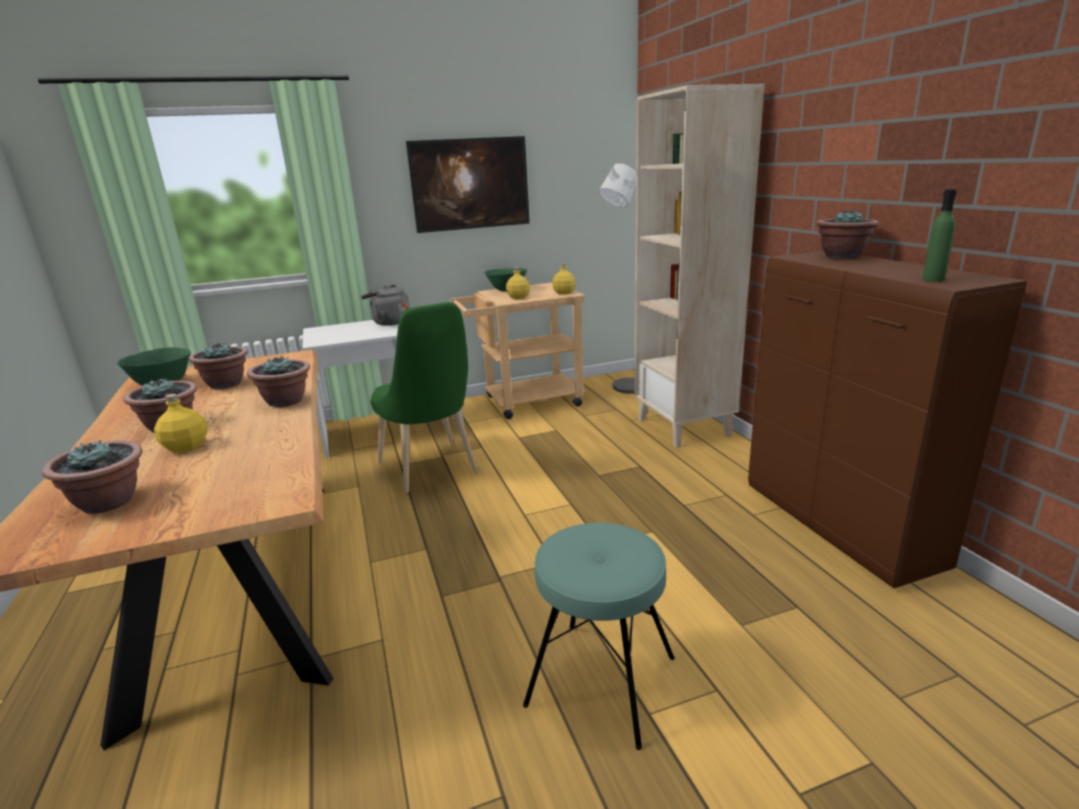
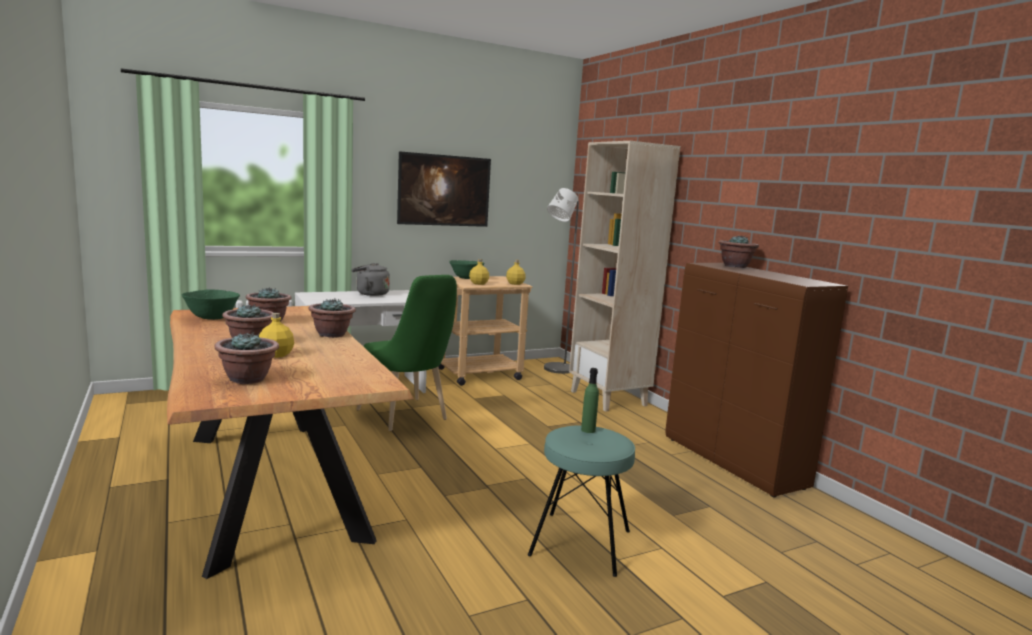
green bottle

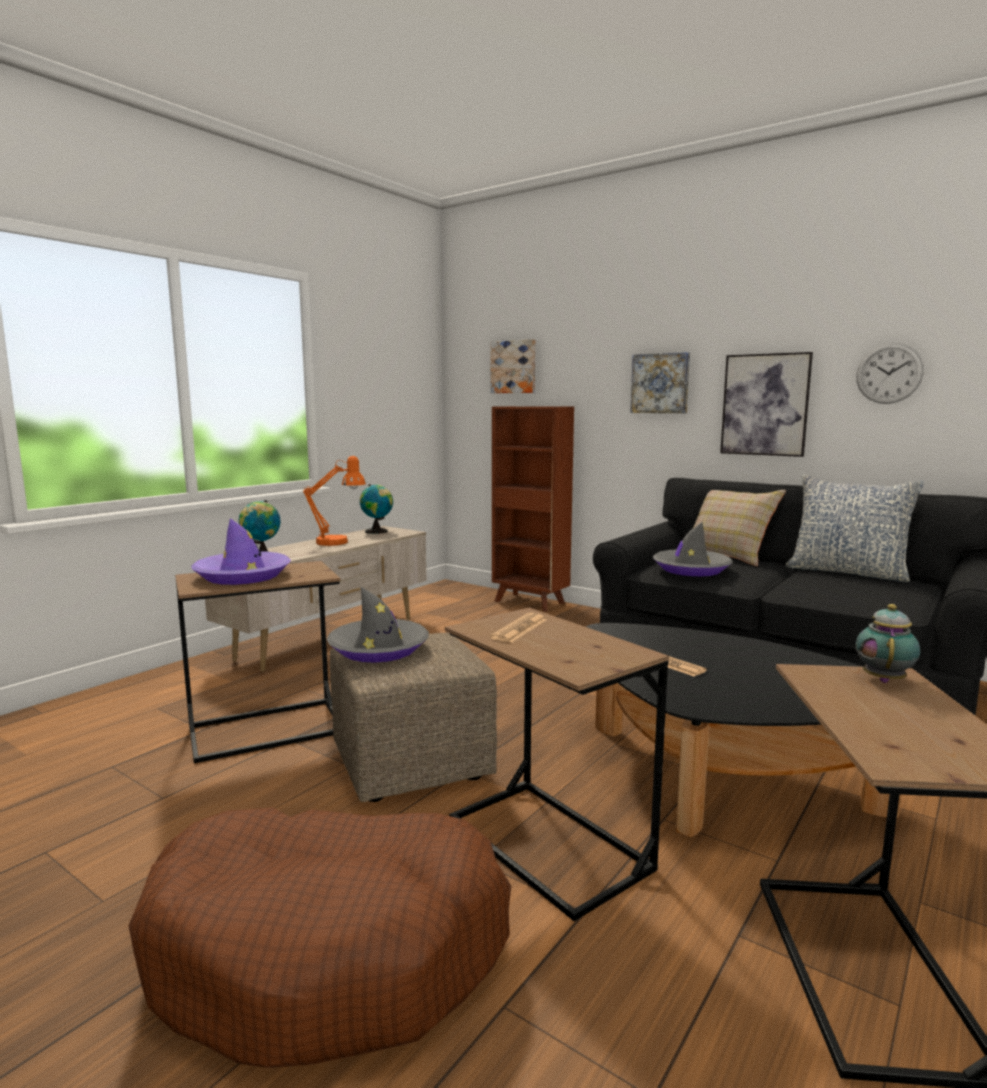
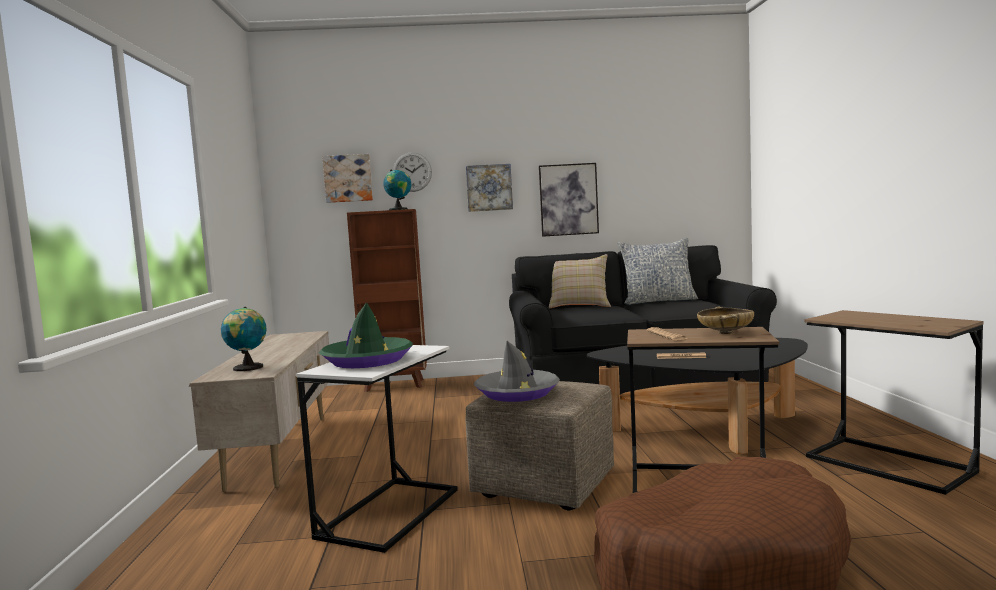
white side table
green hat
globe (no. 2 from left)
wall clock
beige bowl
orange table lamp
grey hat (no. 2 from left in the first image)
teapot

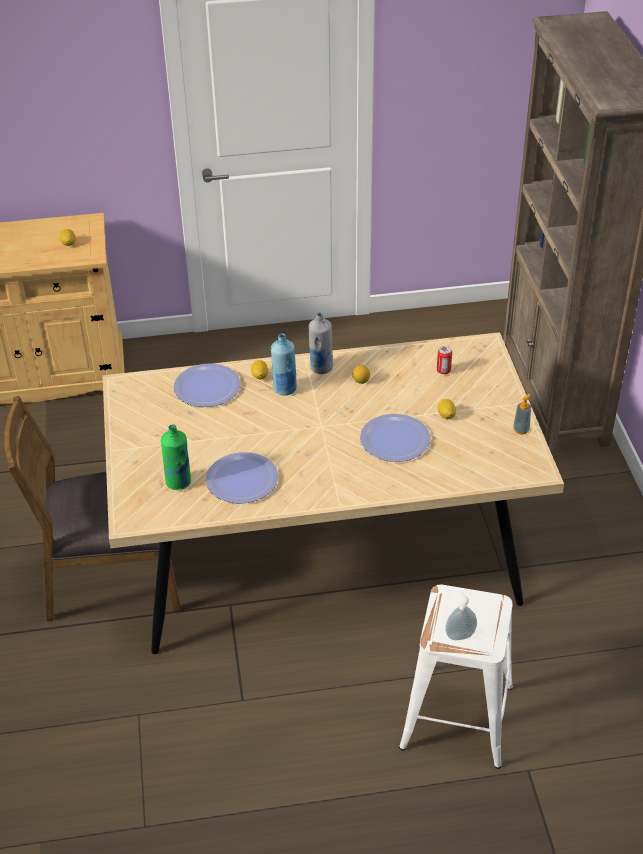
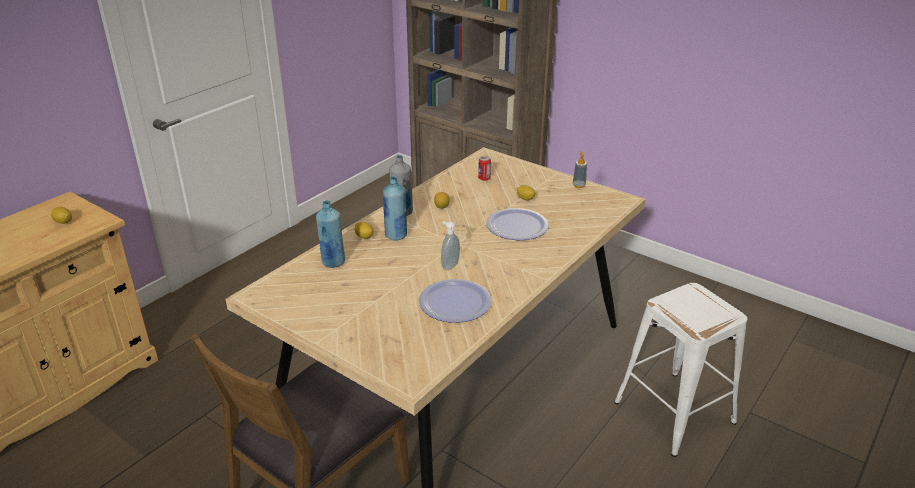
blue bottle (no. 1 from left)
soap dispenser (no. 1 from left)
green bottle

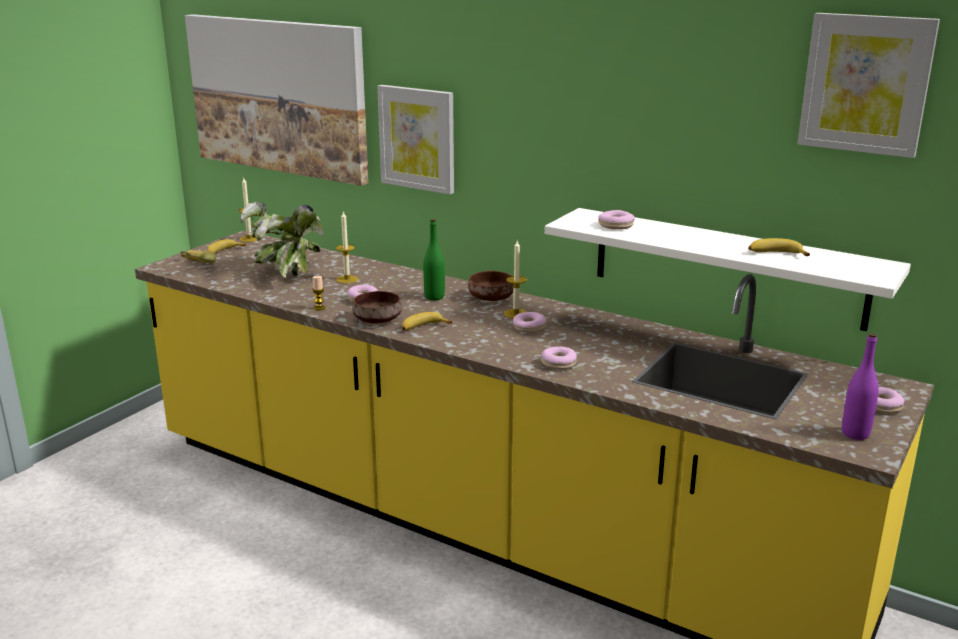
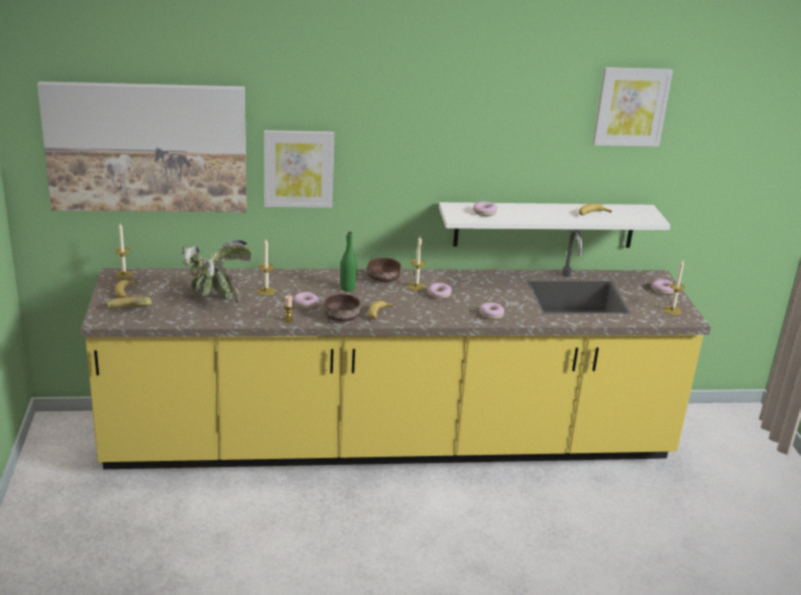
candle (no. 5 from left)

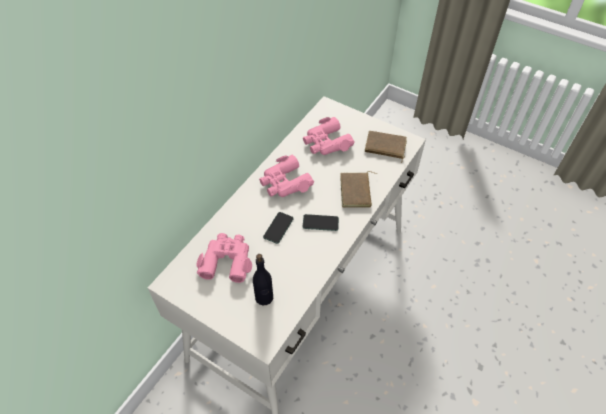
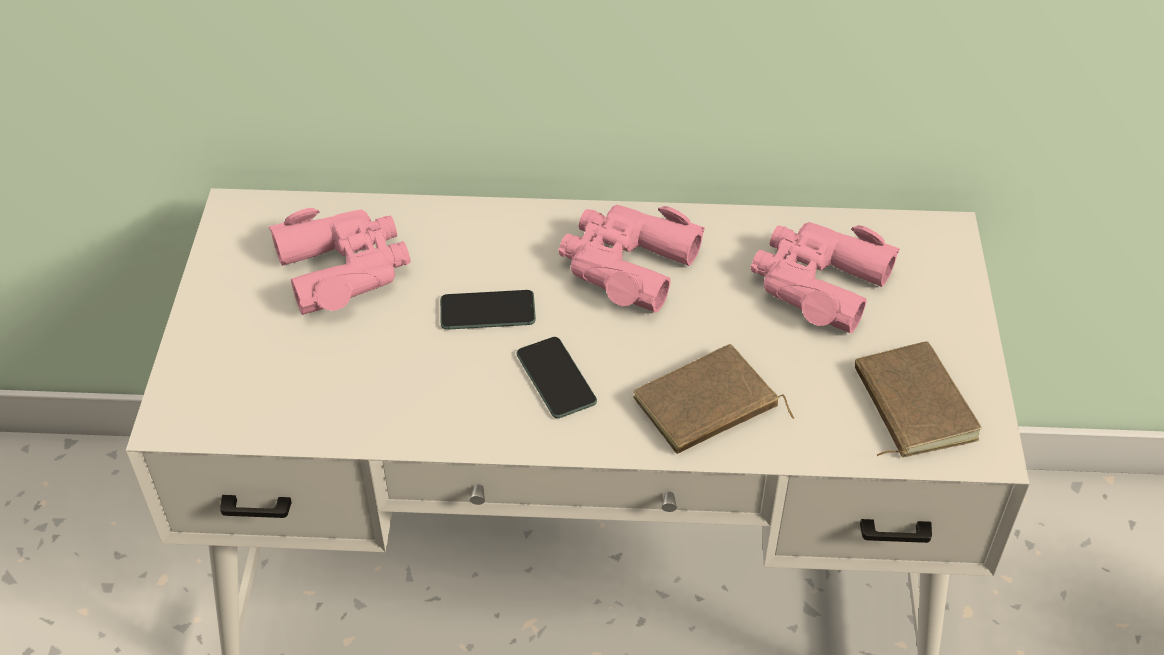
black bottle

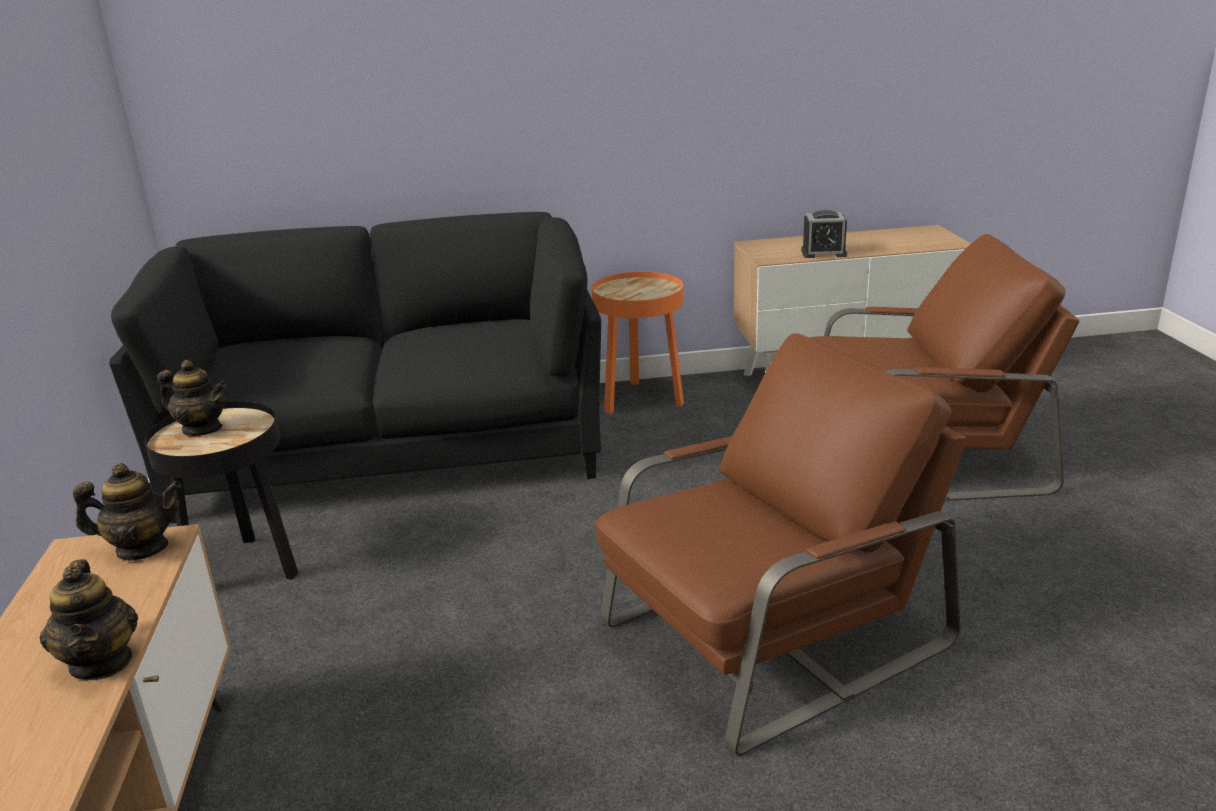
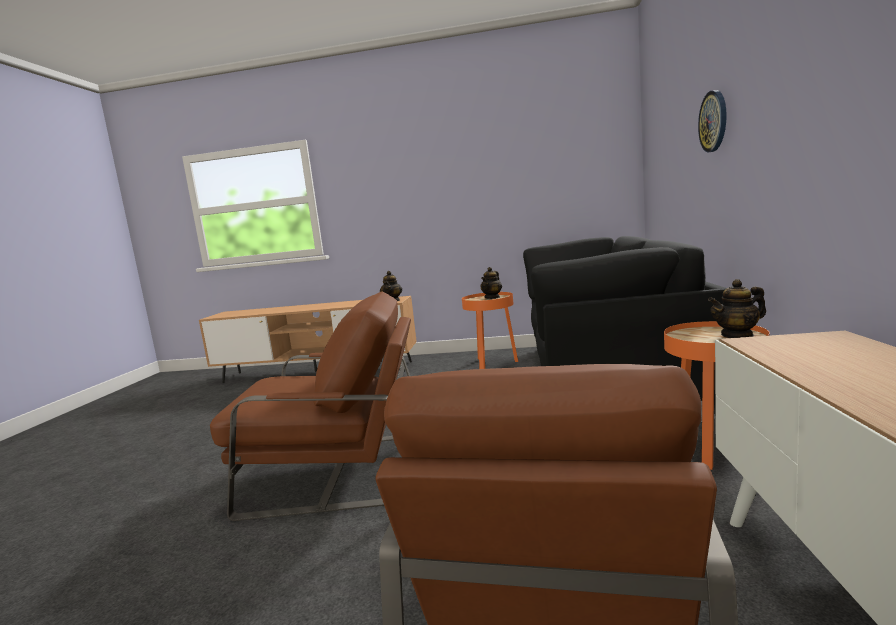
brown armchair (no. 1 from left)
orange side table (no. 1 from left)
wall clock
teapot (no. 3 from left)
alarm clock

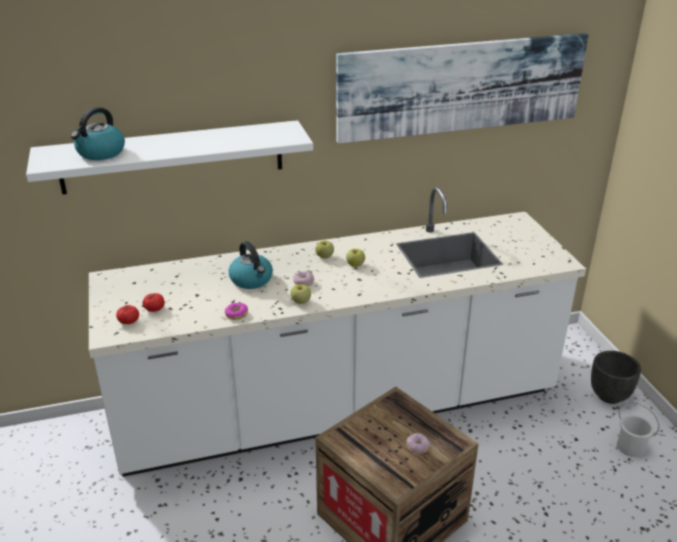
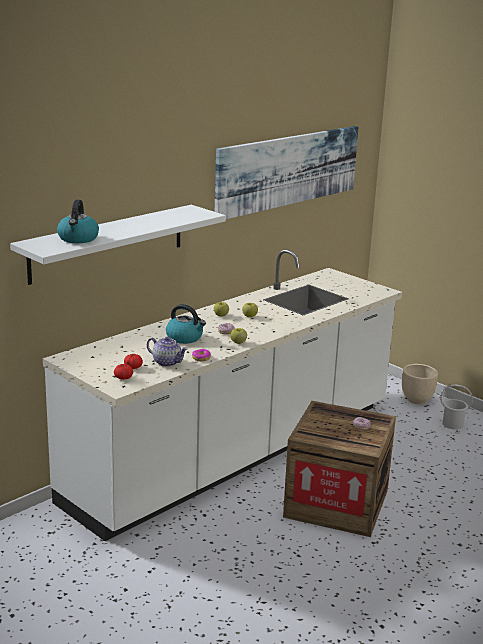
teapot
beige planter

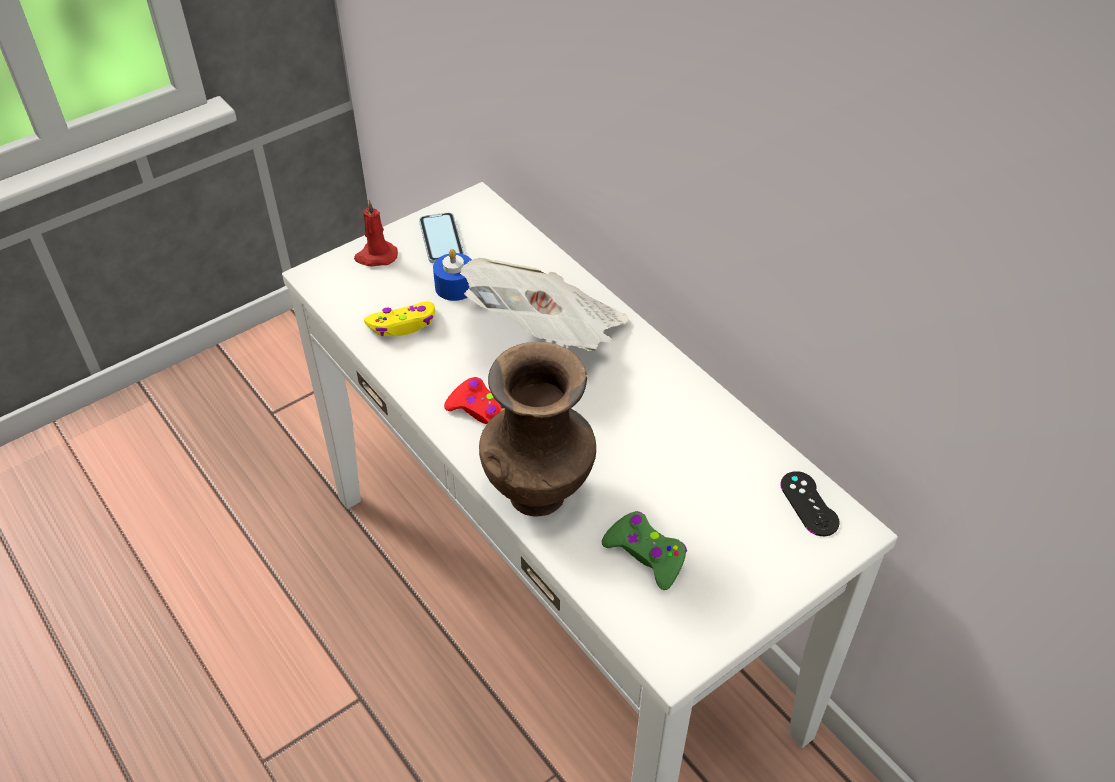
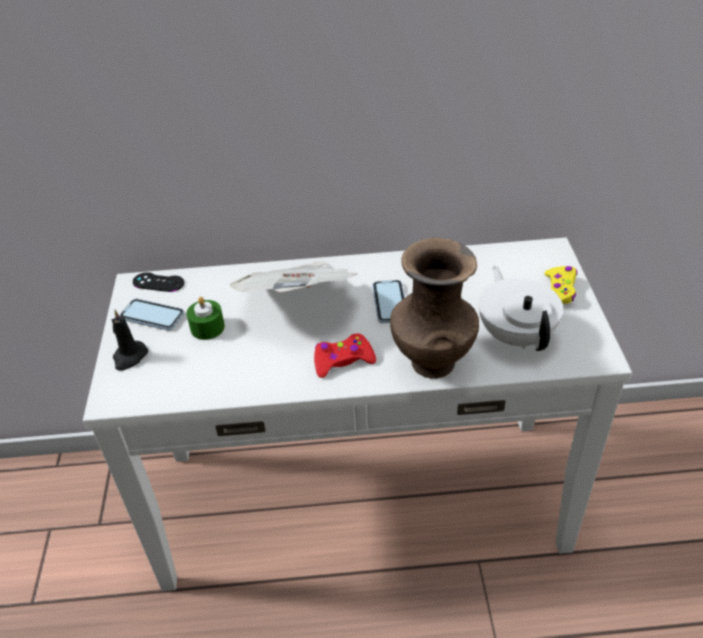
black candle
black game controller
green candle
phone (no. 2 from left)
white teapot
yellow game controller

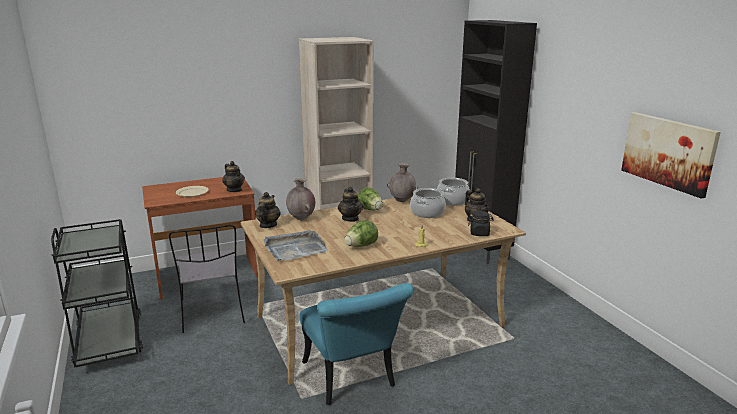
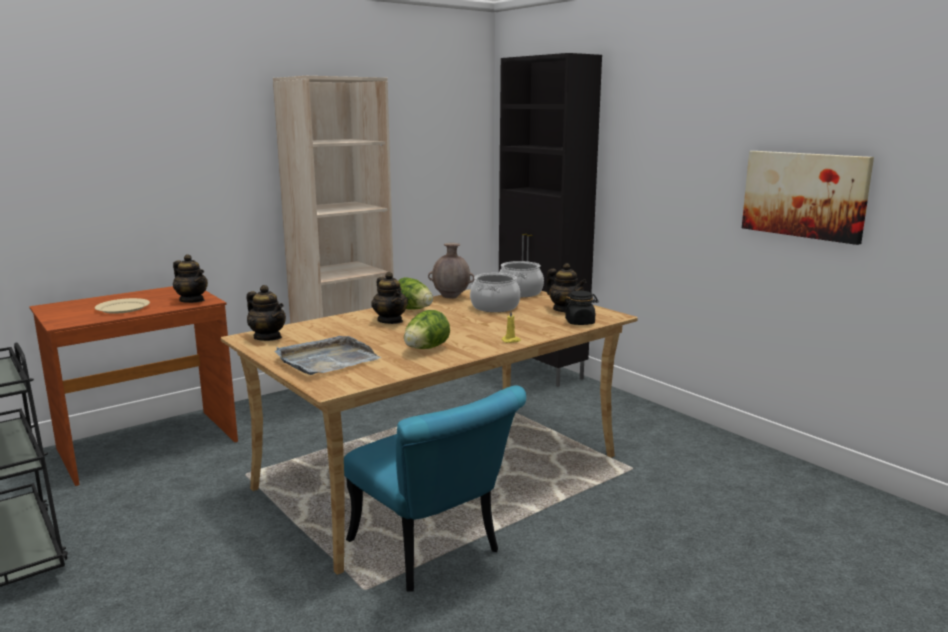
teapot (no. 2 from left)
grey chair
brown vase (no. 1 from left in the first image)

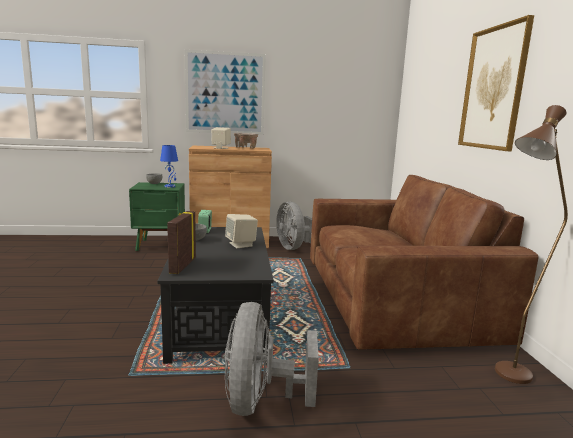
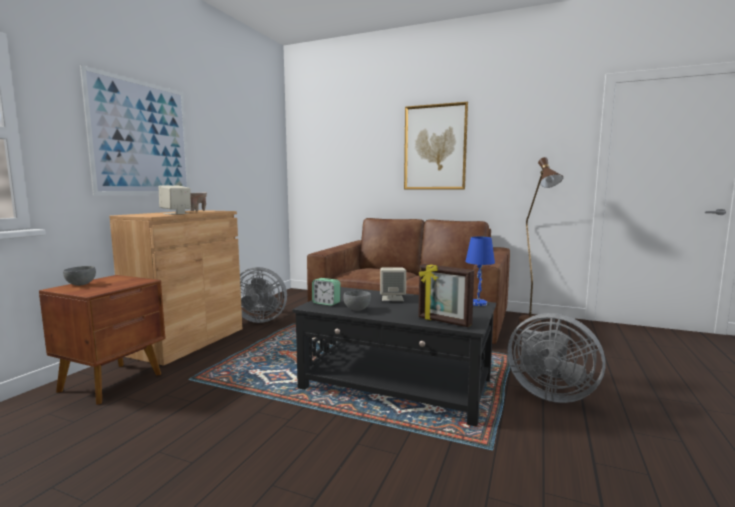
brown nightstand
blue table lamp

